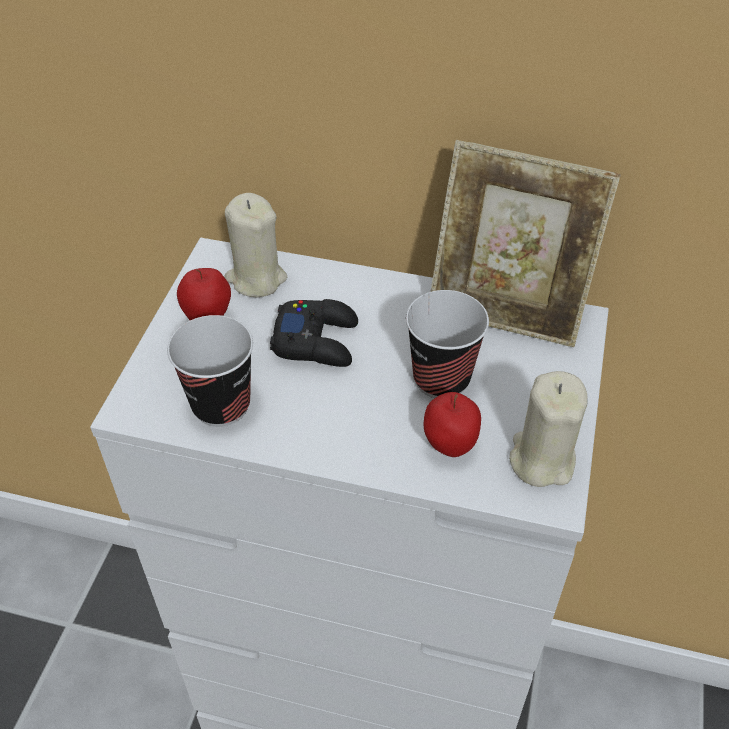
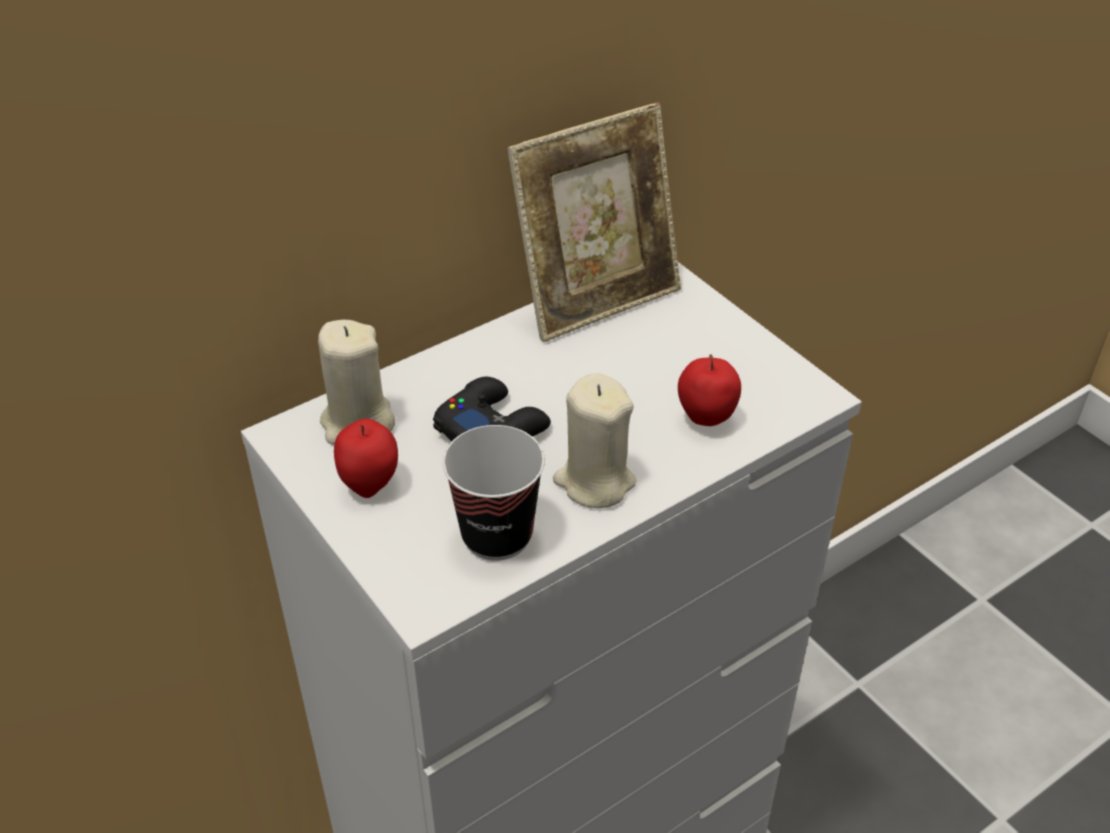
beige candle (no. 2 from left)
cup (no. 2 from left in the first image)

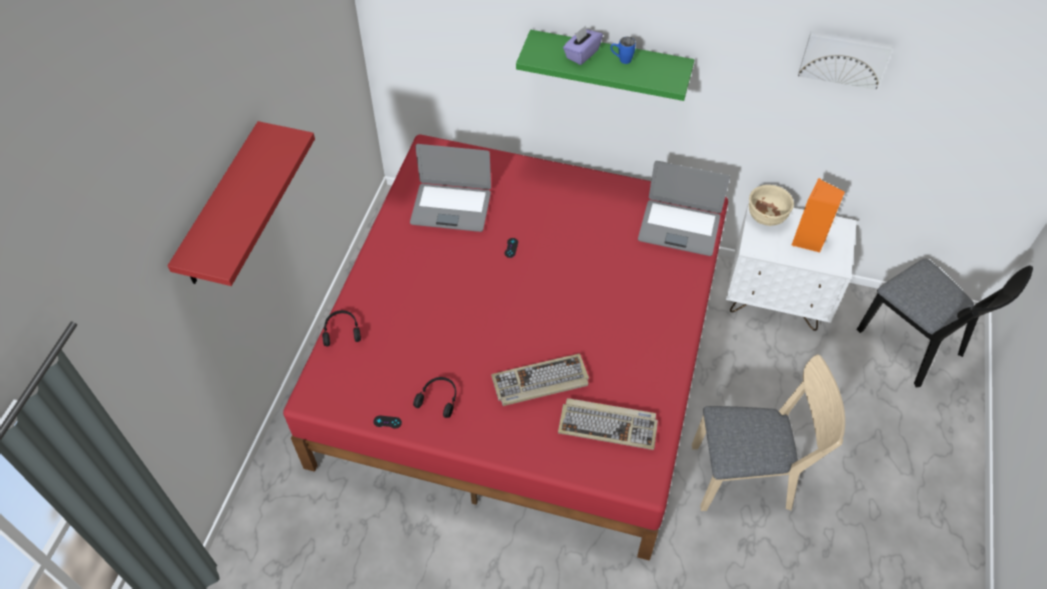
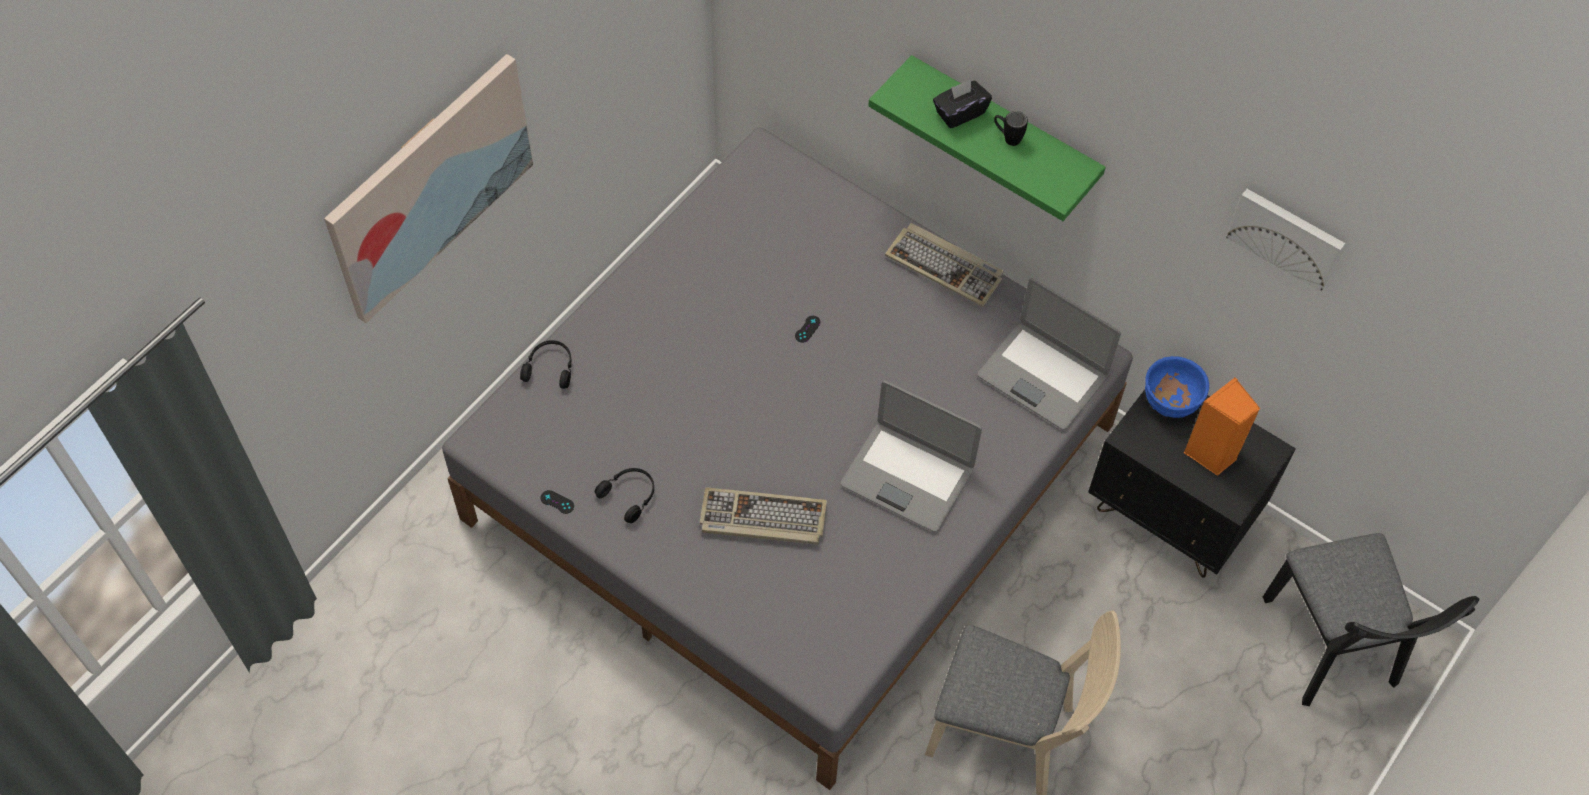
picture (no. 1 from left)
grey bed
laptop (no. 1 from left)
keyboard (no. 2 from left)
black tissue box
black mug
black nightstand
blue bowl

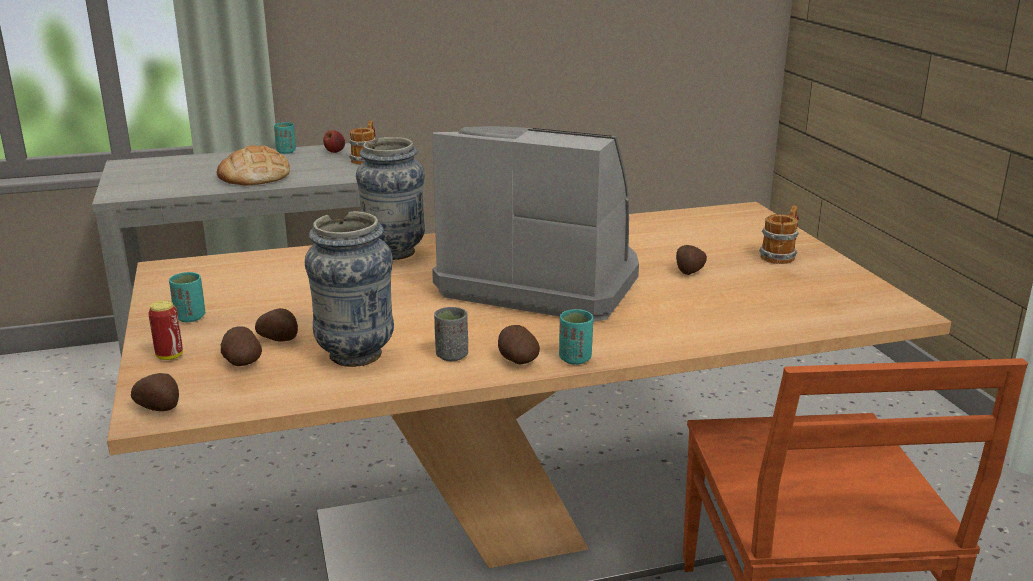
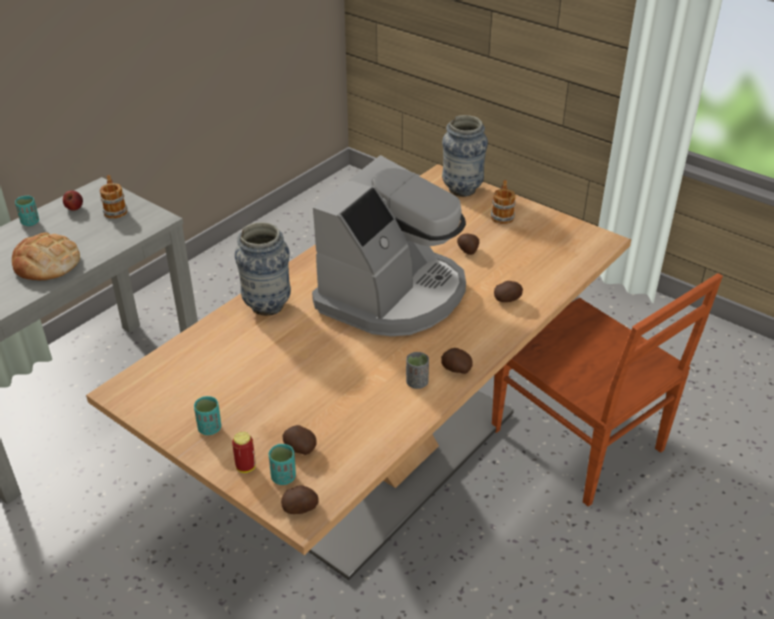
turquoise cup (no. 3 from left)
coffee machine
vase (no. 2 from left)
potato (no. 5 from left)

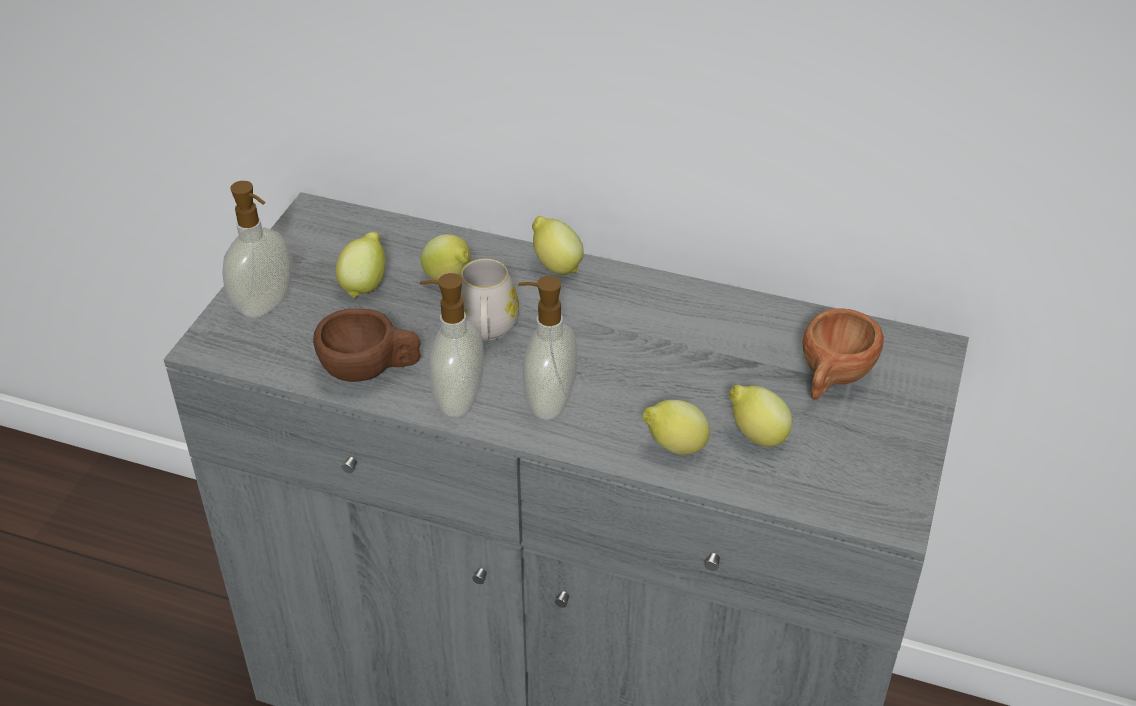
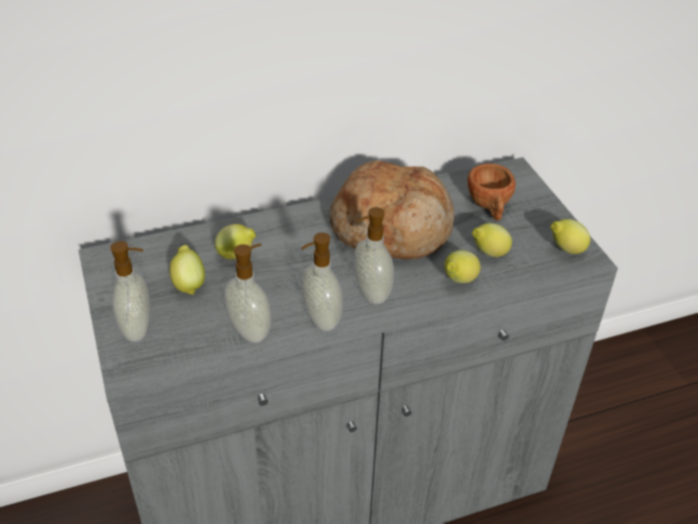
soap dispenser (no. 2 from left)
bread
lemon (no. 5 from left)
white mug

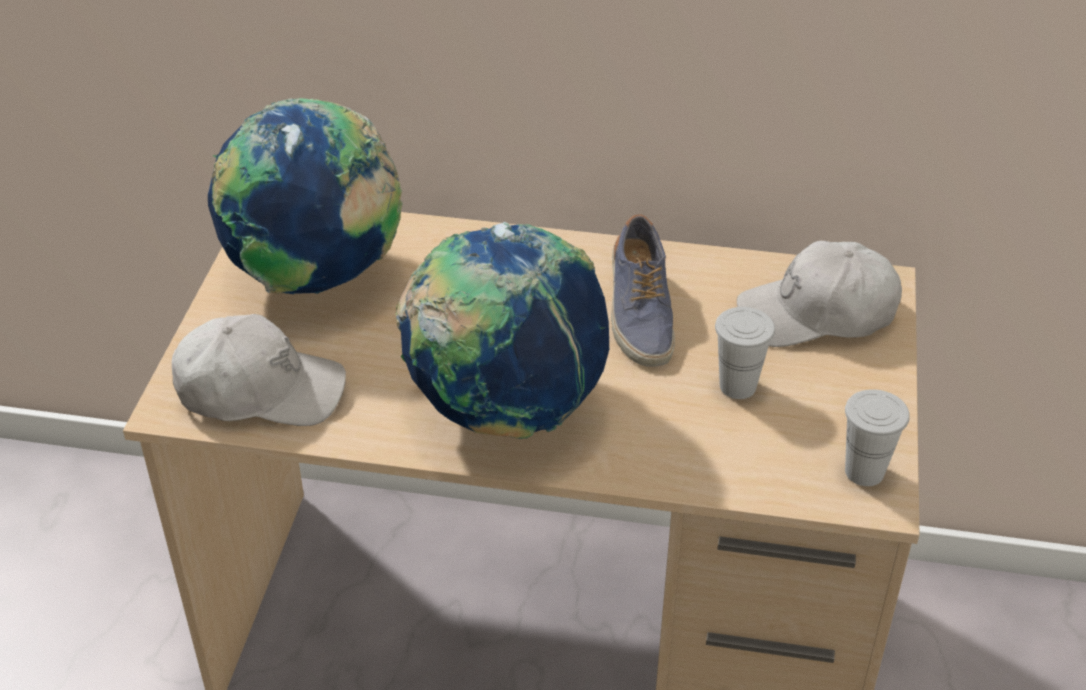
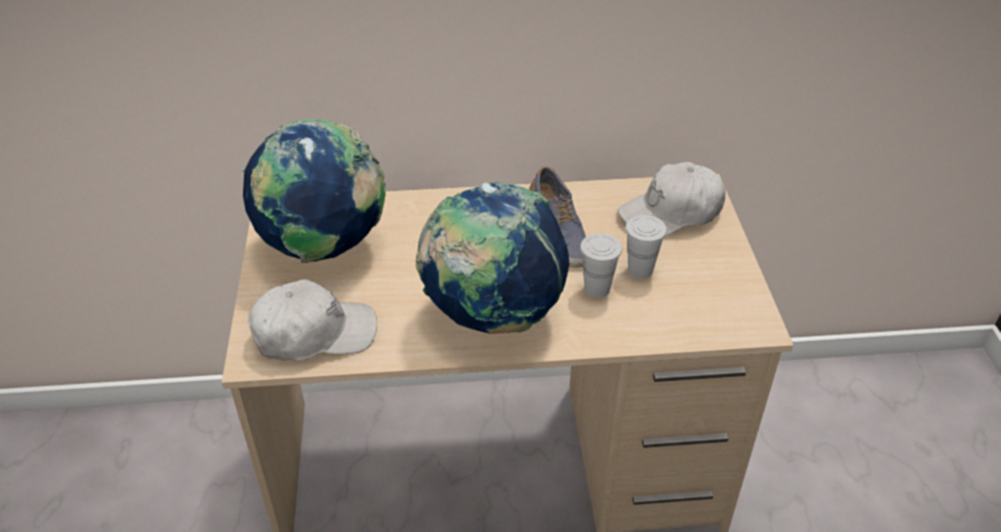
white cup (no. 1 from left)

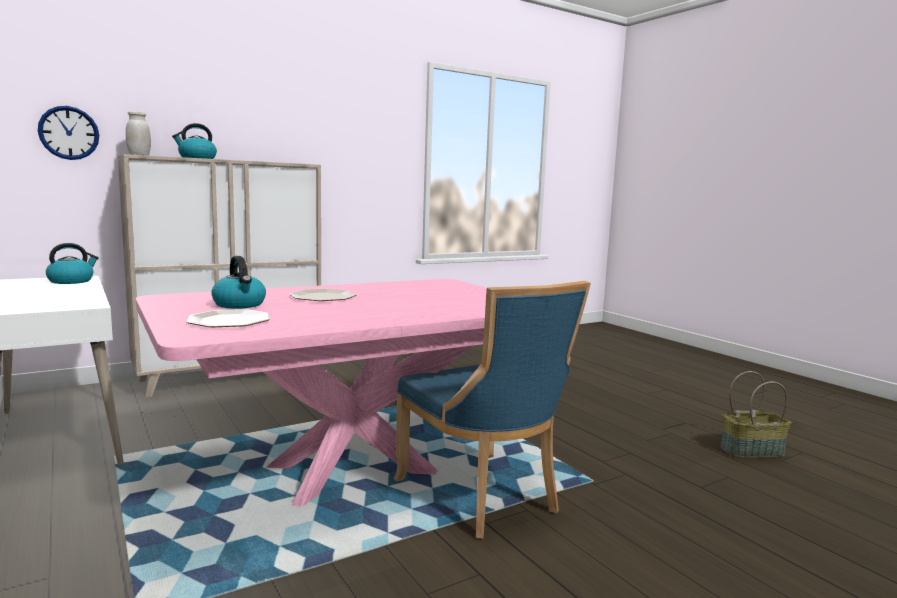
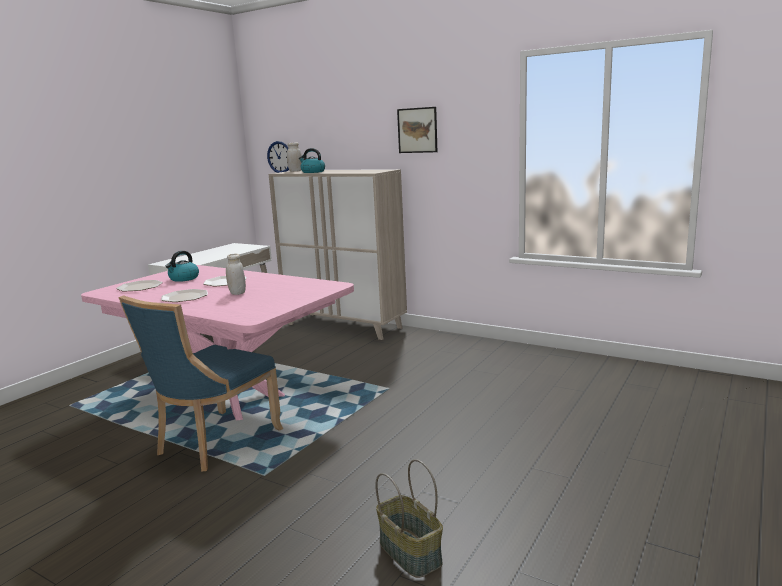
plate (no. 2 from left)
white jar (no. 1 from left)
picture
kettle (no. 1 from left in the first image)

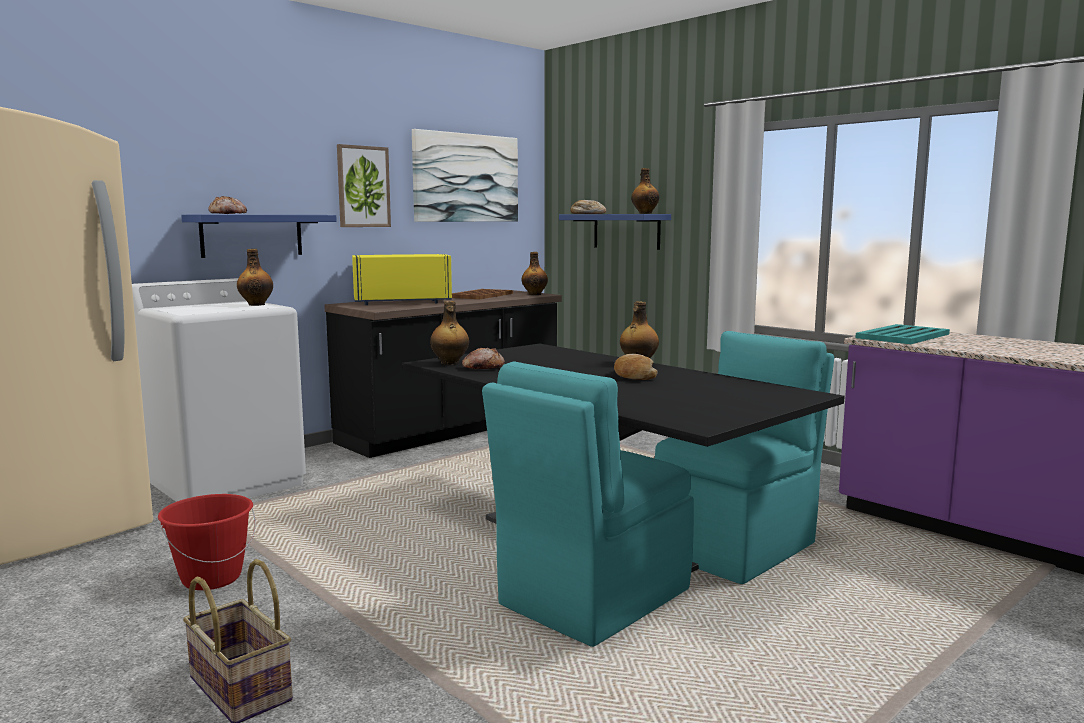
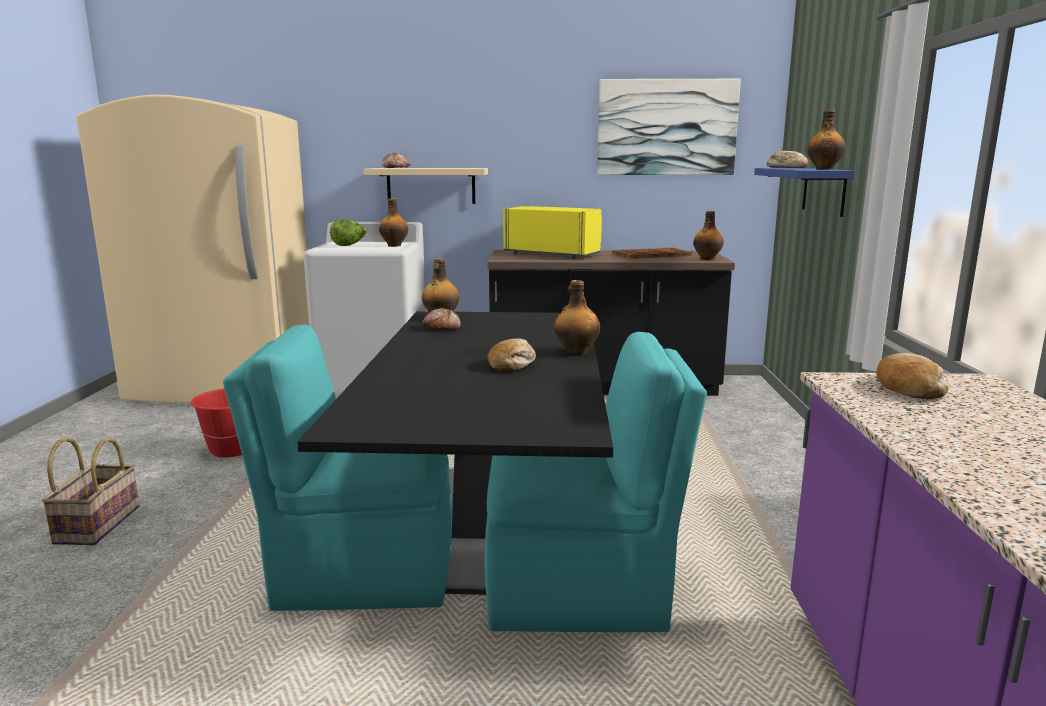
lettuce
beige shelf
bread (no. 5 from left)
picture (no. 1 from left in the first image)

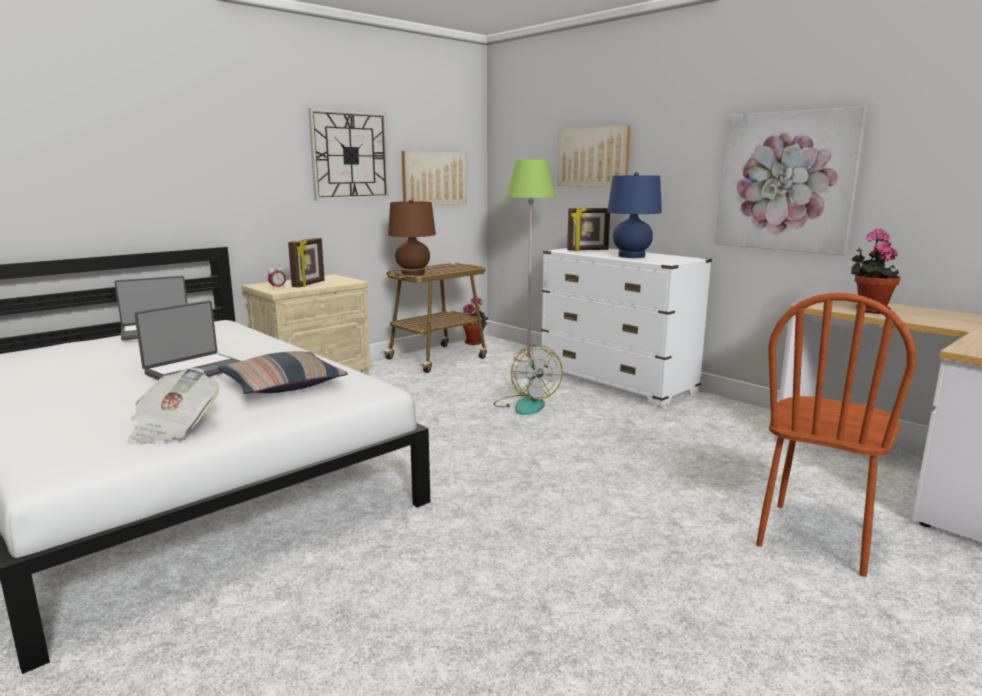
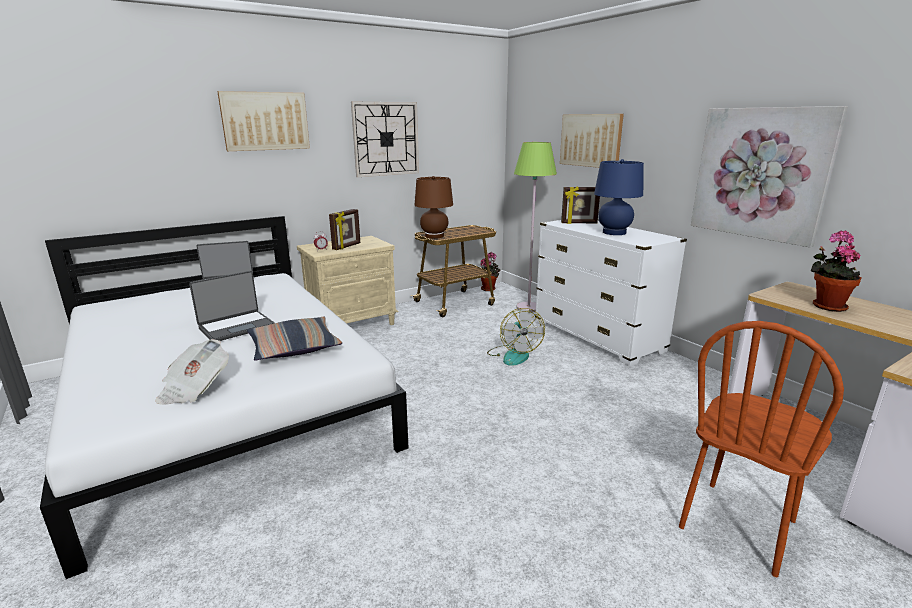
picture (no. 1 from left)

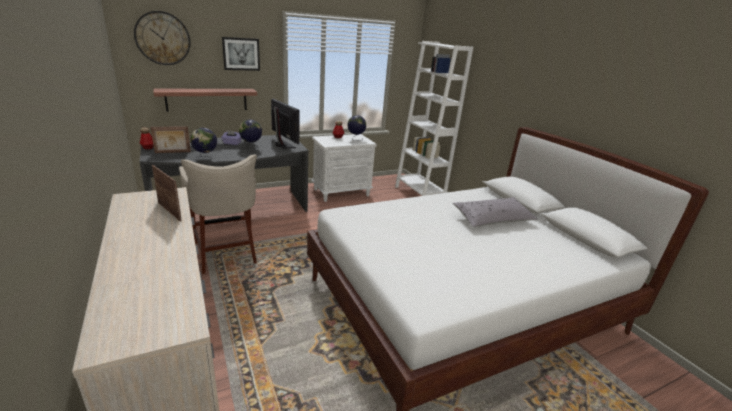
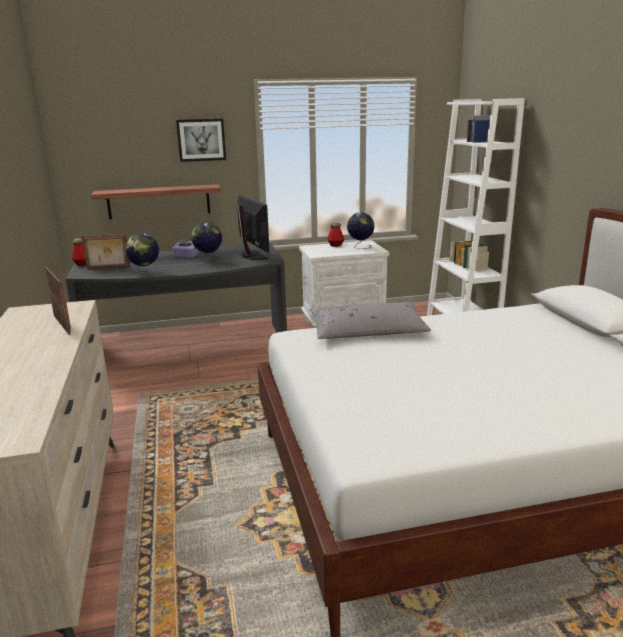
grey pillow
wall clock
beige stool

